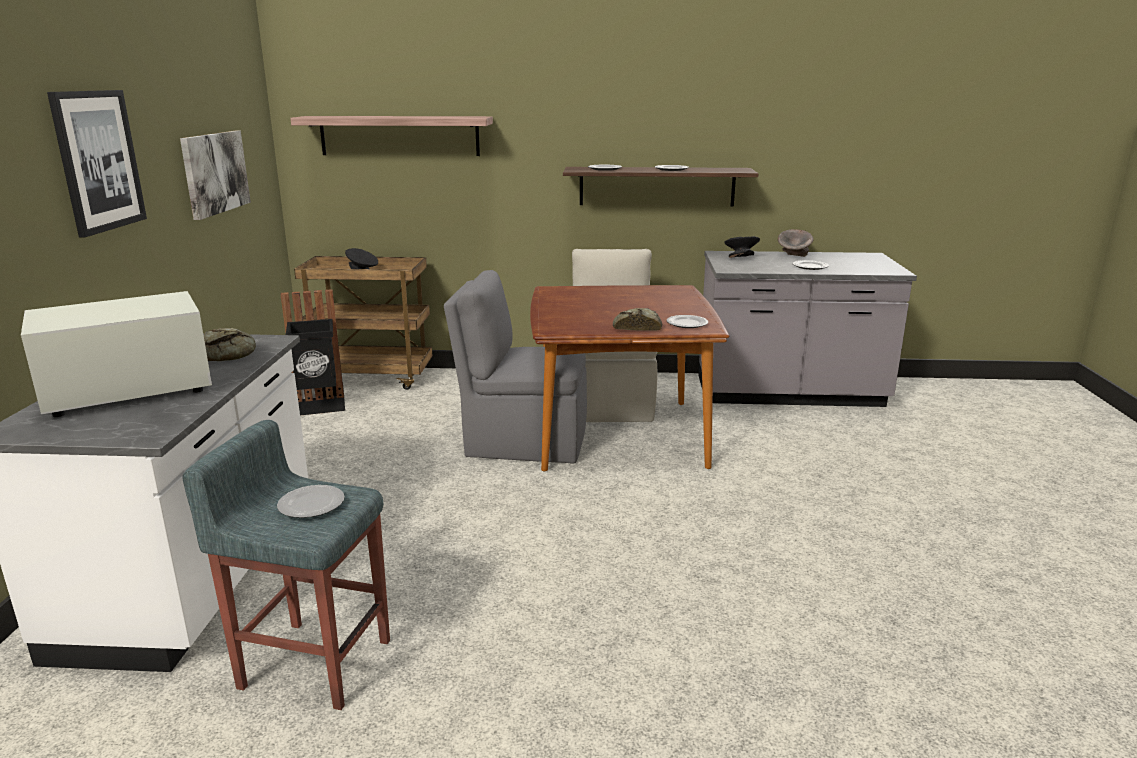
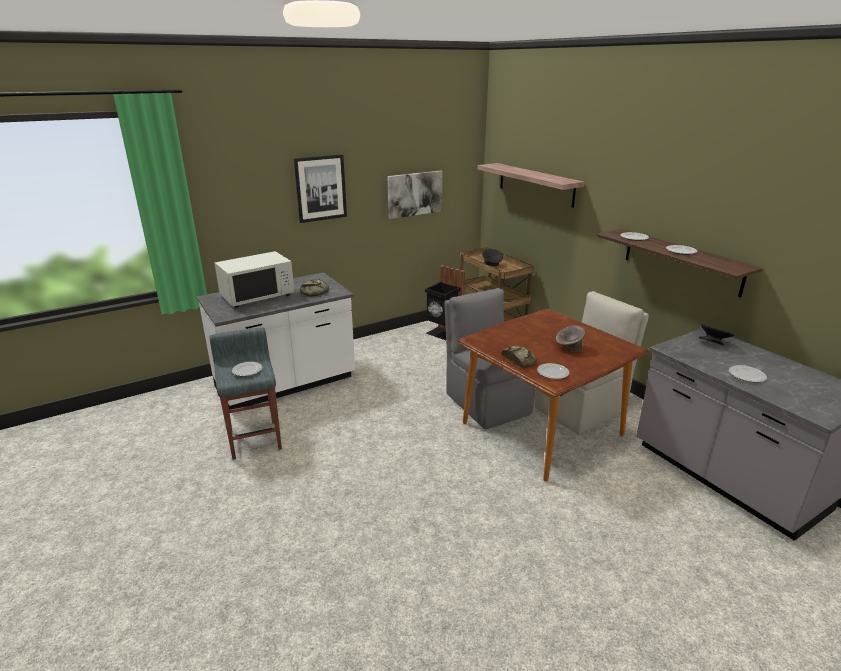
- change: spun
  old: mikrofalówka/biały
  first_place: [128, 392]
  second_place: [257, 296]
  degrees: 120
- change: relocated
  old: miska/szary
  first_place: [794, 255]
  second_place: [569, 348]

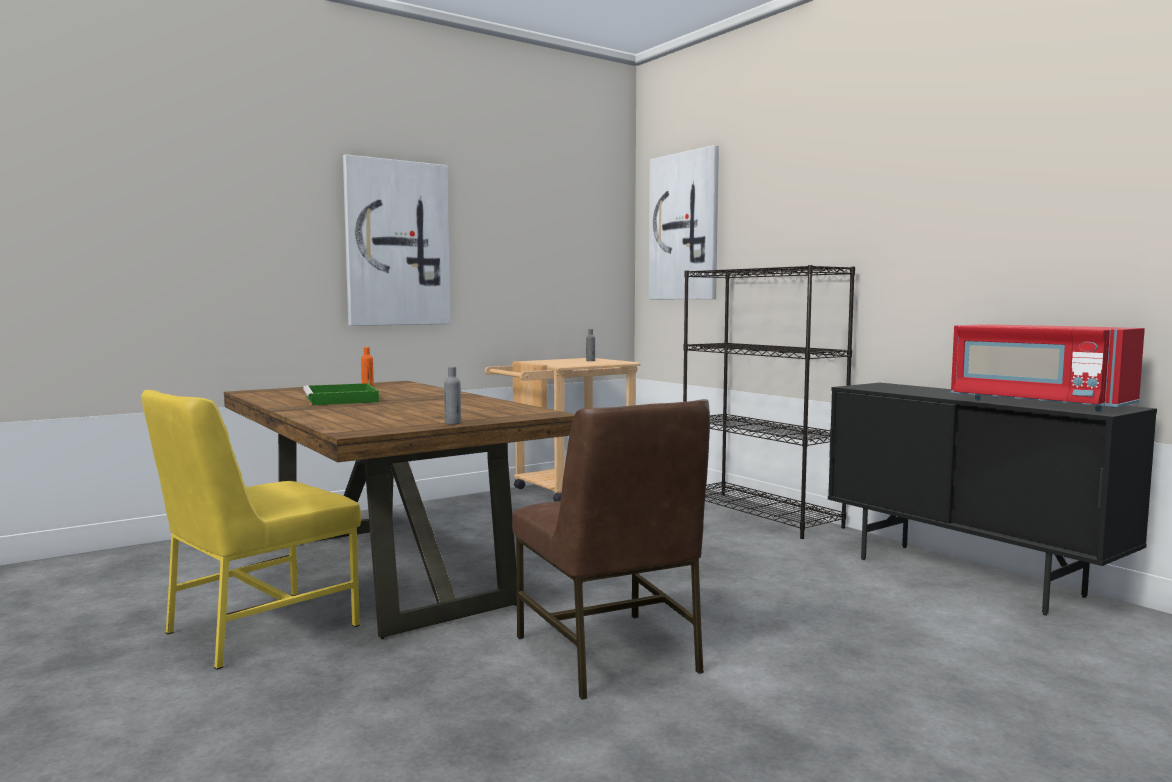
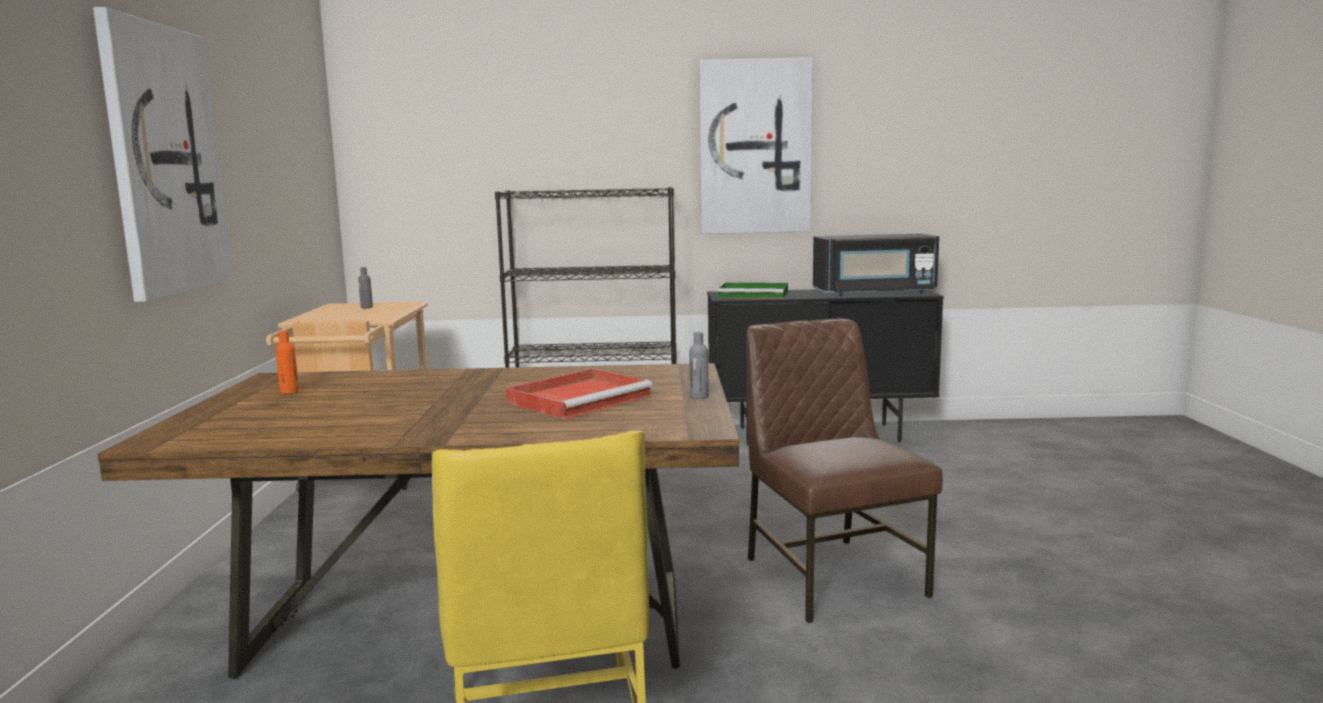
- change: appeared
  new: taca/czerwony
  second_place: [580, 398]
- change: relocated
  old: obraz
  first_place: [684, 226]
  second_place: [755, 147]
- change: relocated
  old: taca/zielony
  first_place: [342, 399]
  second_place: [755, 294]
- change: spun
  old: krzesło/brązowy
  first_place: [609, 655]
  second_place: [831, 576]
  degrees: -120
- change: colour
  old: mikrofalówka/czerwony
  new: mikrofalówka/czarny
  first_place: [1037, 403]
  second_place: [874, 293]

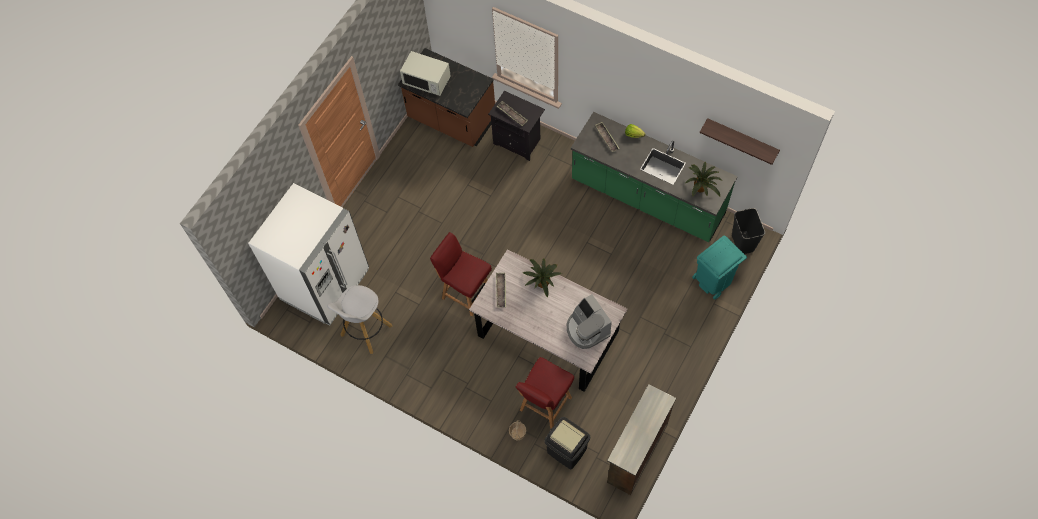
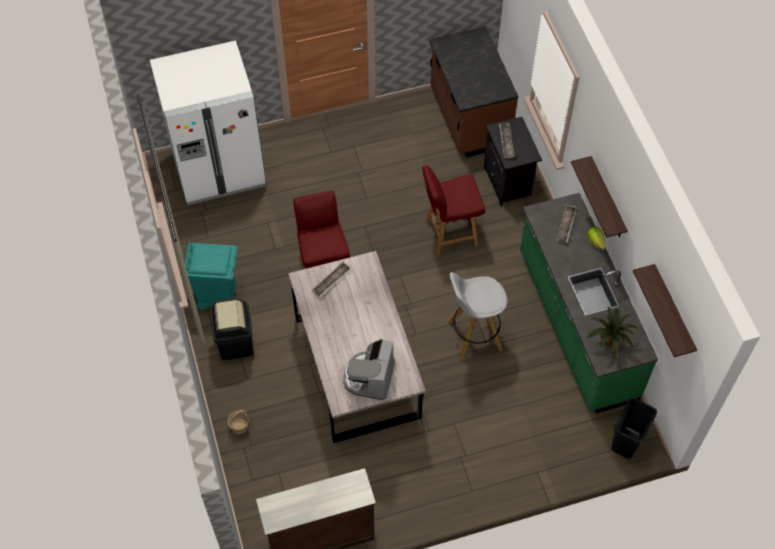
- change: relocated
  old: kosz na śmieci/turkusowy
  first_place: [713, 281]
  second_place: [217, 294]
- change: relocated
  old: kosz na śmieci/czarny
  first_place: [566, 450]
  second_place: [235, 343]
- change: relocated
  old: krzesło/czerwony
  first_place: [545, 405]
  second_place: [449, 233]
- change: relocated
  old: stołek/biały
  first_place: [365, 331]
  second_place: [473, 336]
- change: appeared
  new: półka
  second_place: [607, 199]
- change: missing
  old: mikrofalówka/biały
  first_place: [427, 81]
- change: missing
  old: roślina doniczkowa
  first_place: [541, 282]

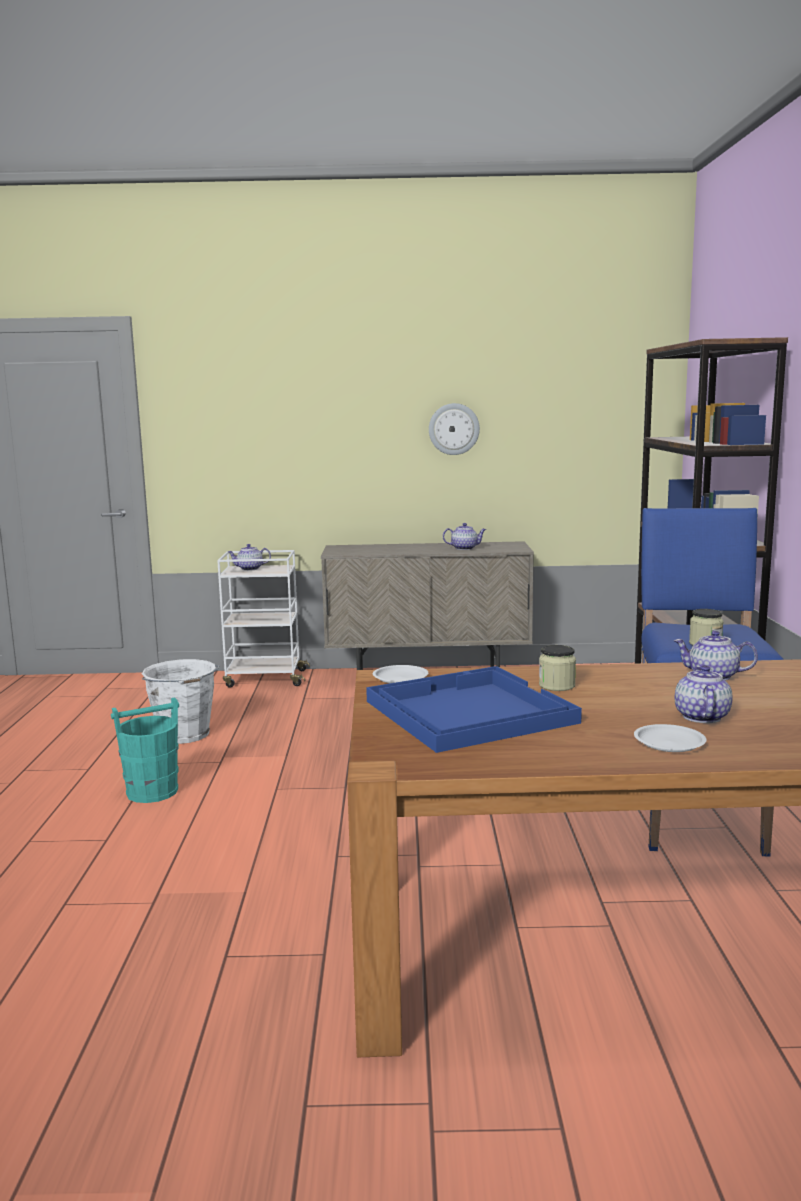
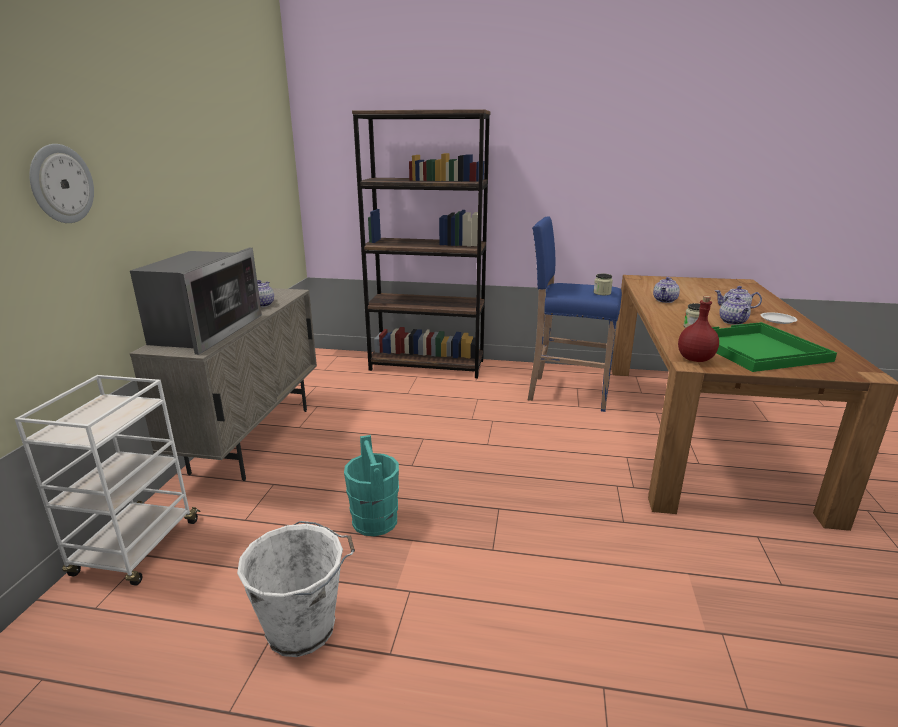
- change: relocated
  old: zegar ścienny
  first_place: [454, 429]
  second_place: [61, 184]
- change: appeared
  new: mikrofalówka
  second_place: [205, 331]
- change: relocated
  old: wiadro/turkusowy
  first_place: [153, 792]
  second_place: [375, 520]
- change: exchanged
  old: talerz/biały
  new: butelka/czerwony
  first_place: [400, 678]
  second_place: [694, 359]
- change: colour
  old: taca/niebieski
  new: taca/zielony
  first_place: [467, 711]
  second_place: [756, 349]
- change: relocated
  old: imbryk
  first_place: [249, 569]
  second_place: [733, 322]

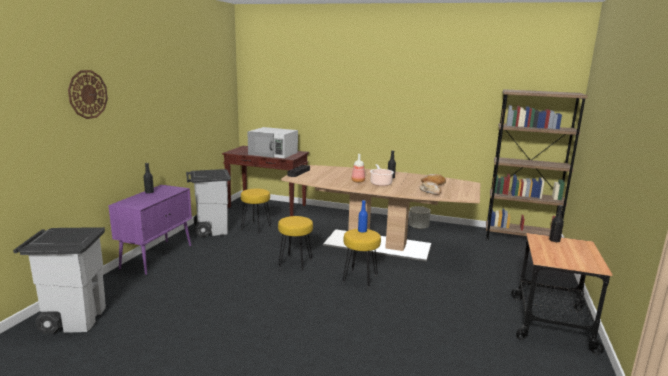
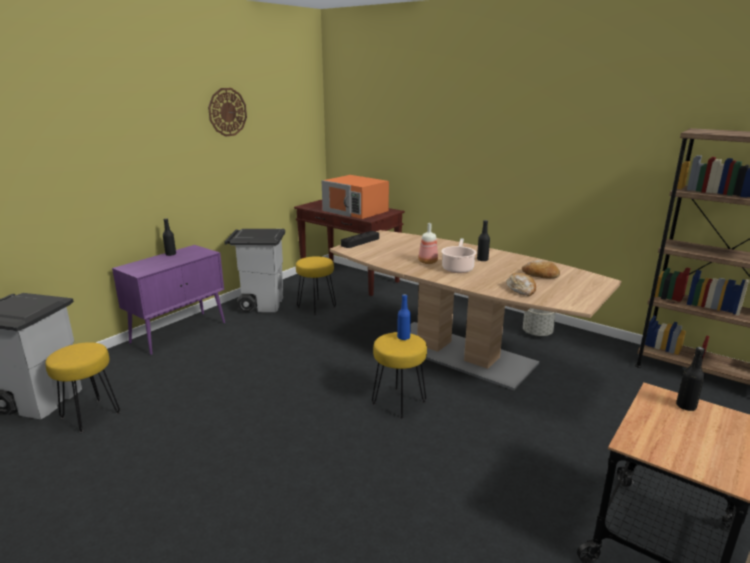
- change: relocated
  old: stołek/żółty
  first_place: [295, 263]
  second_place: [90, 415]
- change: relocated
  old: zegar ścienny
  first_place: [87, 94]
  second_place: [227, 112]
- change: colour
  old: mikrofalówka/biały
  new: mikrofalówka/pomarańczowy
  first_place: [273, 153]
  second_place: [356, 210]

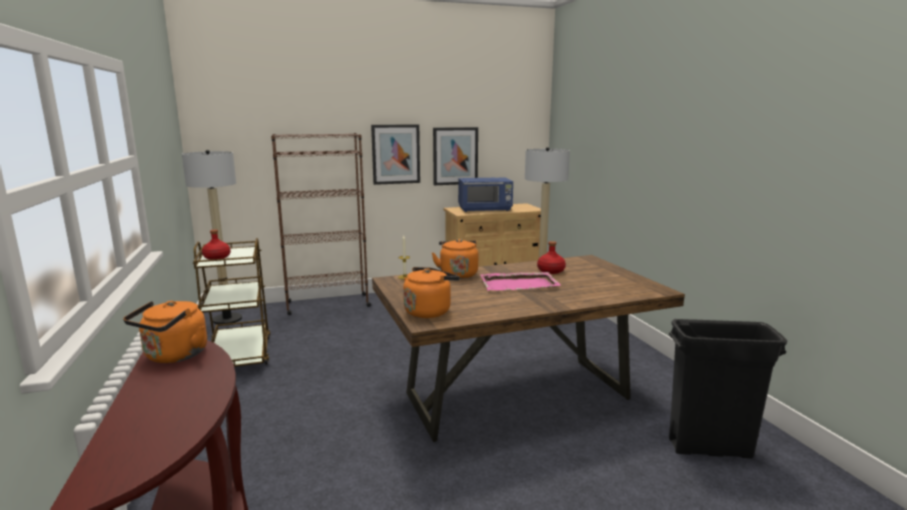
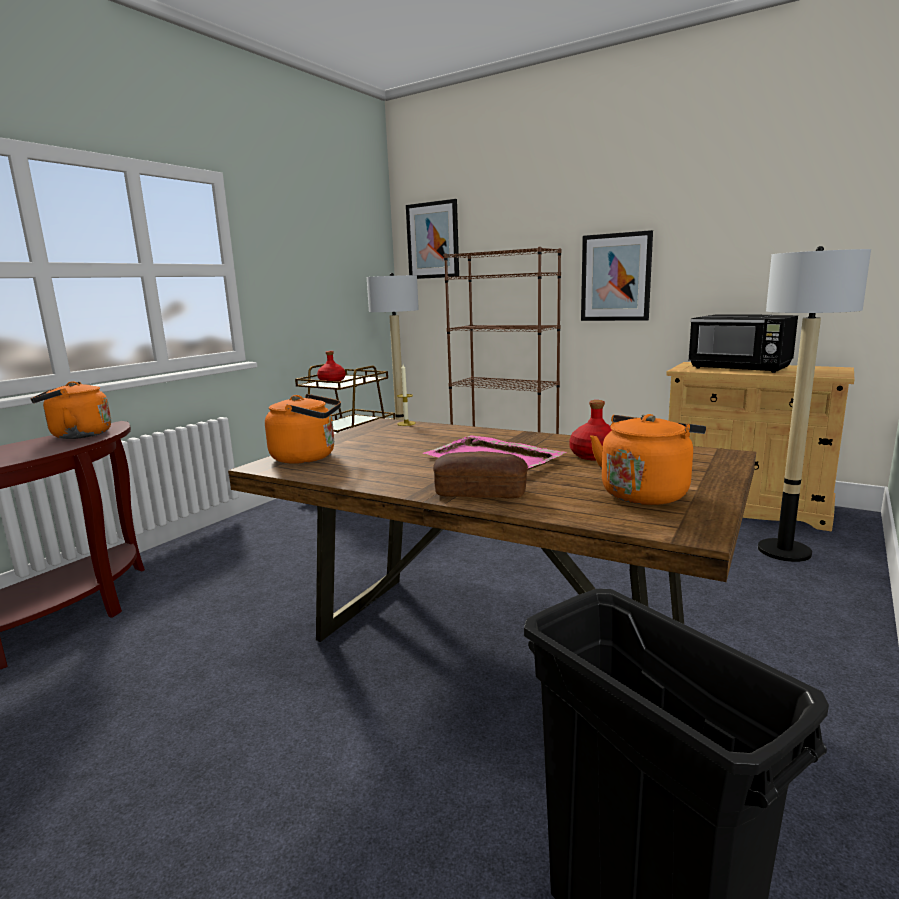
- change: relocated
  old: obraz
  first_place: [455, 156]
  second_place: [433, 240]
- change: appeared
  new: chleb
  second_place: [480, 493]
- change: relocated
  old: czajnik/pomarańczowy
  first_place: [458, 274]
  second_place: [645, 493]
- change: colour
  old: mikrofalówka/niebieski
  new: mikrofalówka/czarny
  first_place: [485, 209]
  second_place: [740, 368]

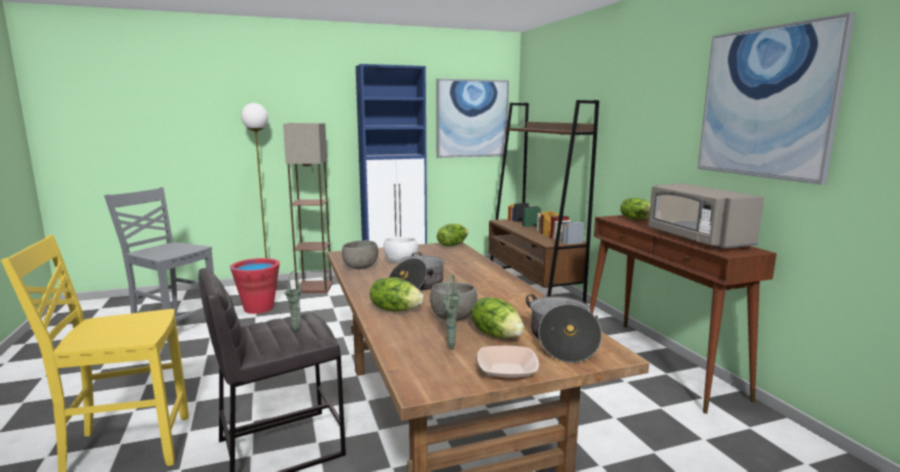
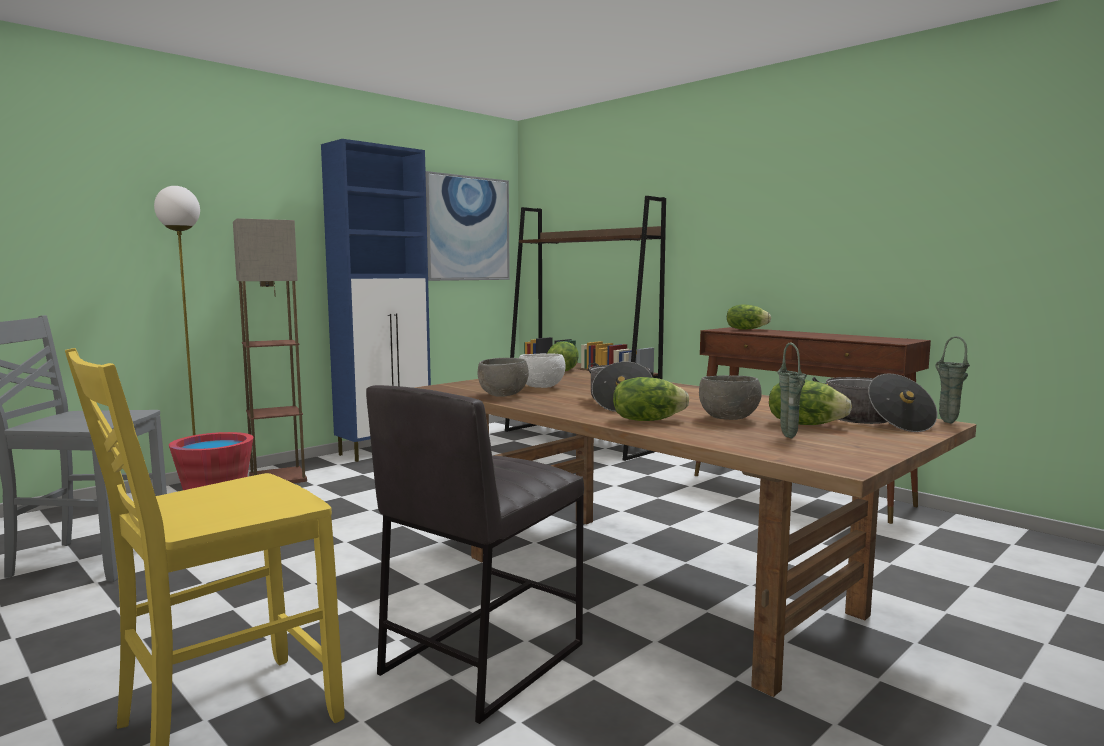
- change: relocated
  old: wazon/zielony
  first_place: [297, 329]
  second_place: [945, 422]
- change: missing
  old: miska
  first_place: [507, 372]
- change: missing
  old: mikrofalówka/szary
  first_place: [696, 239]
- change: missing
  old: obraz
  first_place: [766, 103]

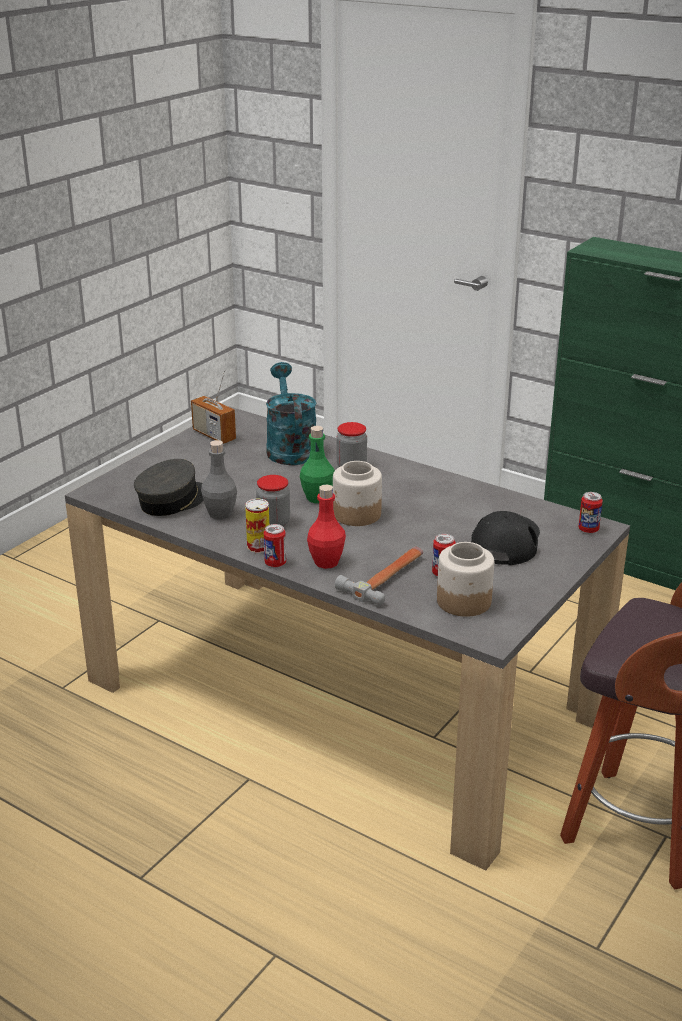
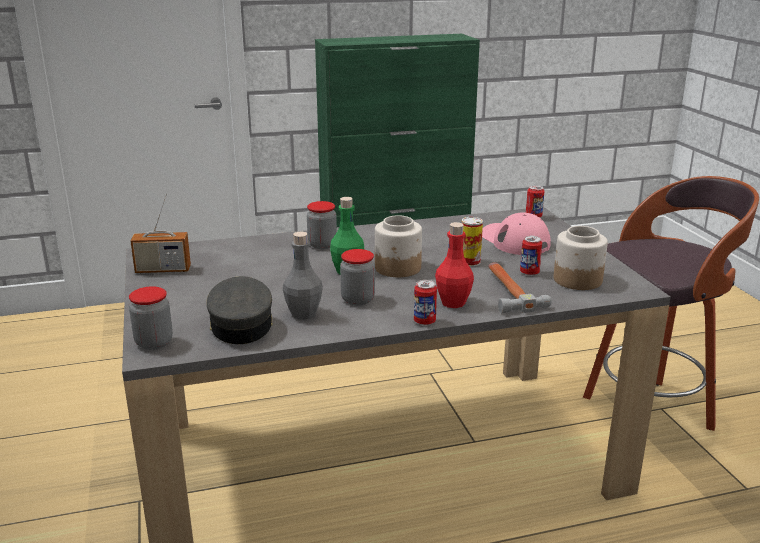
- change: appeared
  new: słoik
  second_place: [154, 342]
- change: relocated
  old: puszka
  first_place: [258, 547]
  second_place: [470, 262]
- change: colour
  old: czapka z daszkiem/czarny
  new: czapka z daszkiem/różowy
  first_place: [506, 542]
  second_place: [514, 241]
- change: missing
  old: konewka/turkusowy
  first_place: [289, 448]

